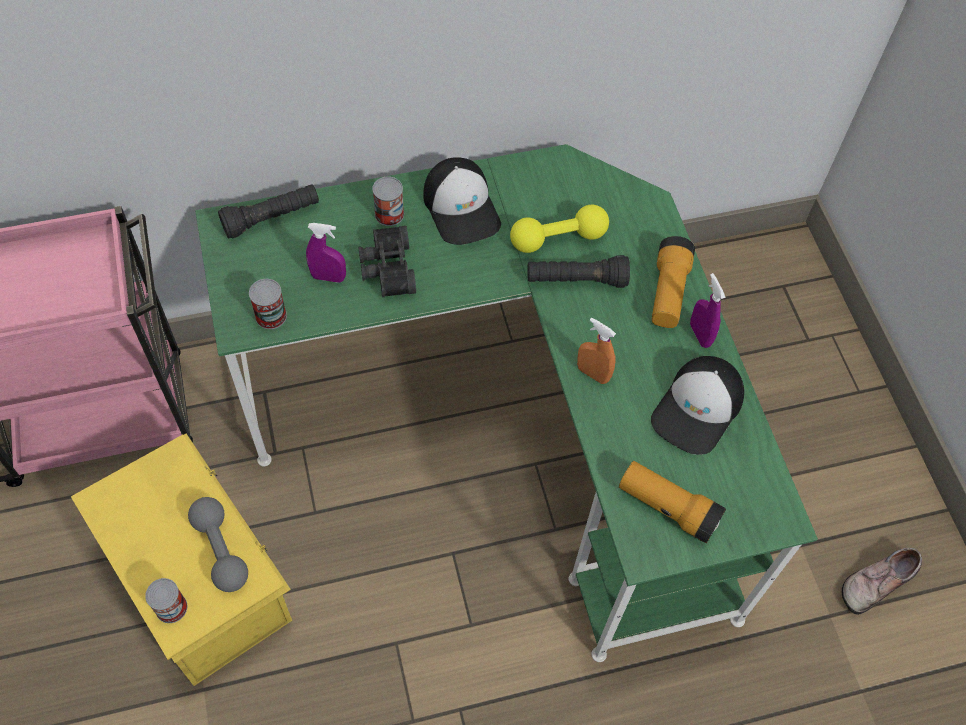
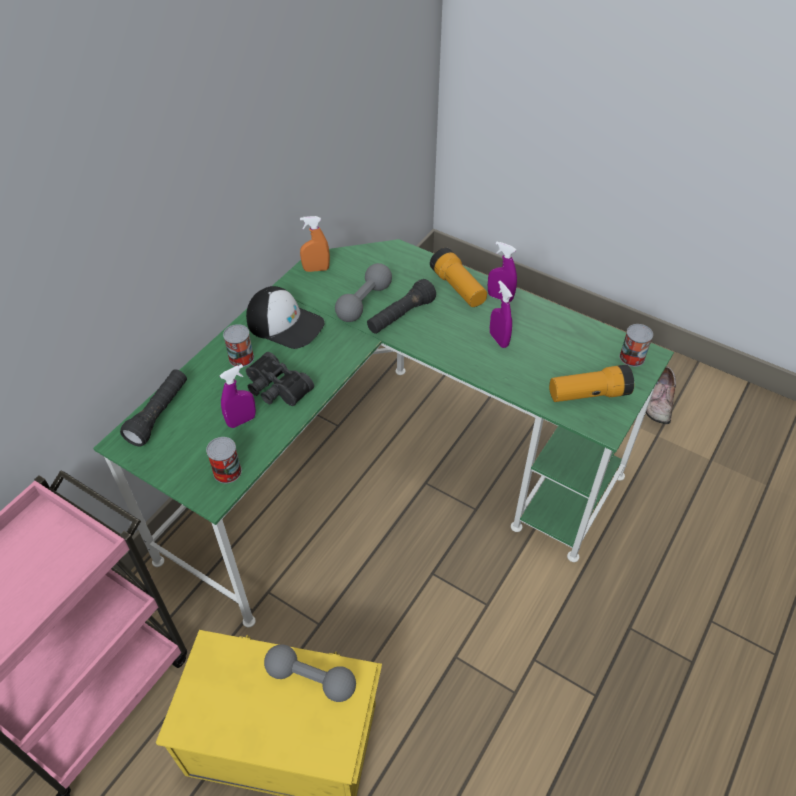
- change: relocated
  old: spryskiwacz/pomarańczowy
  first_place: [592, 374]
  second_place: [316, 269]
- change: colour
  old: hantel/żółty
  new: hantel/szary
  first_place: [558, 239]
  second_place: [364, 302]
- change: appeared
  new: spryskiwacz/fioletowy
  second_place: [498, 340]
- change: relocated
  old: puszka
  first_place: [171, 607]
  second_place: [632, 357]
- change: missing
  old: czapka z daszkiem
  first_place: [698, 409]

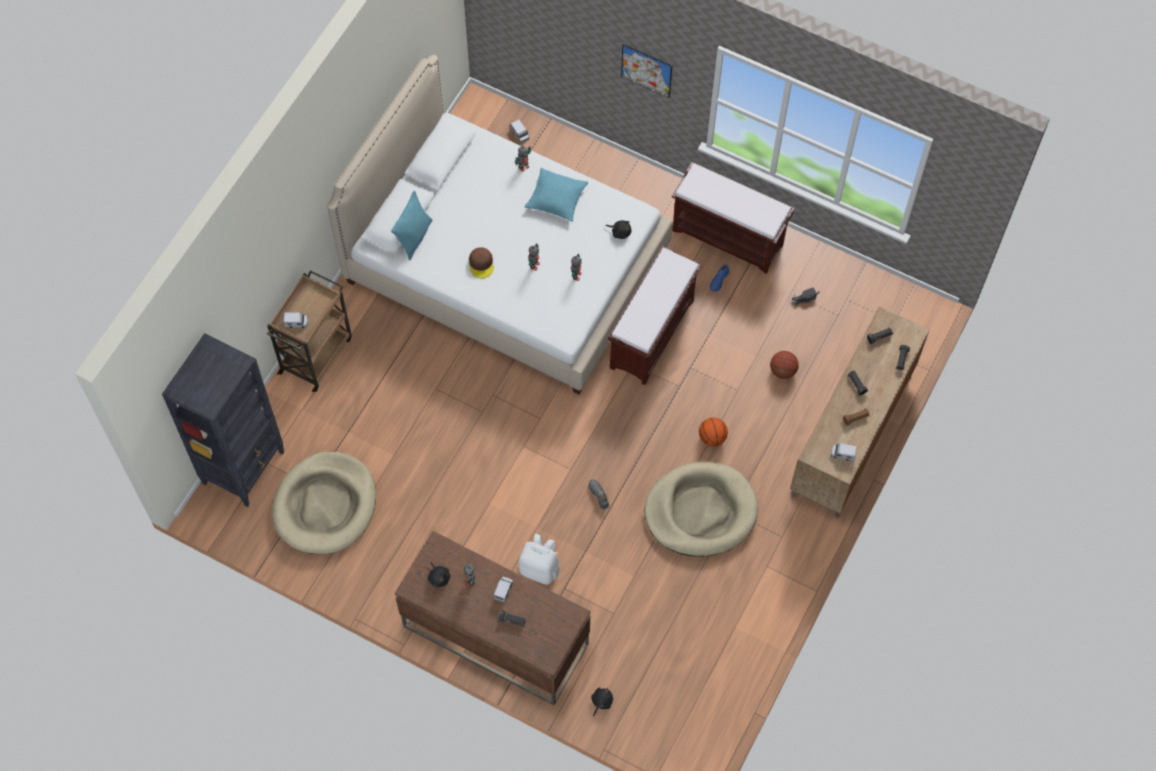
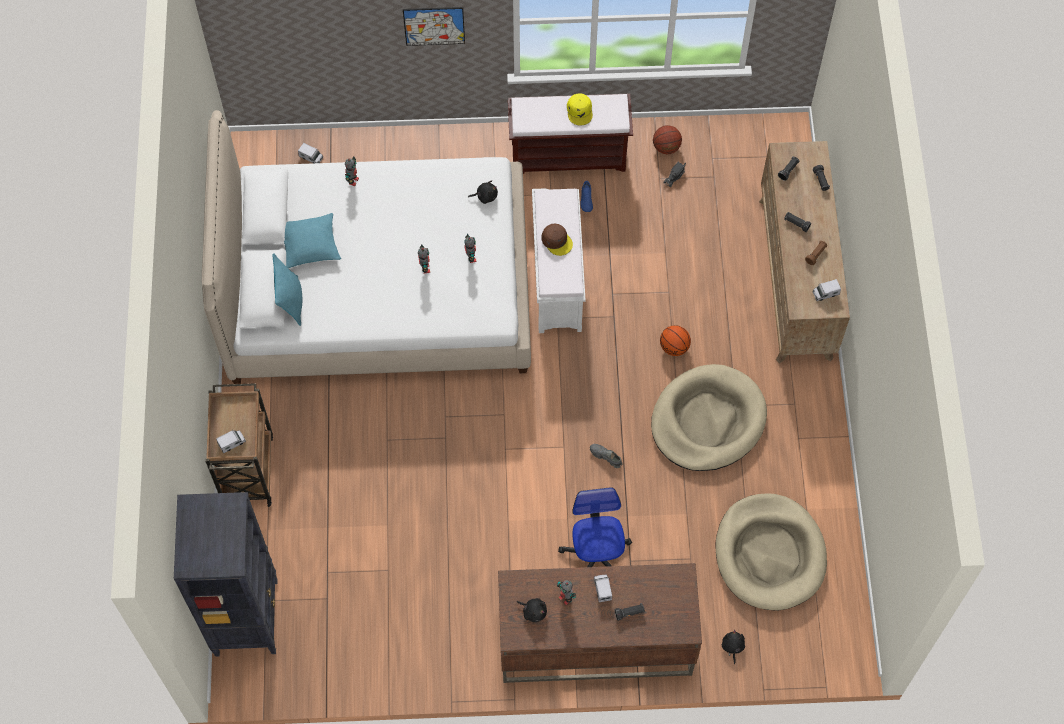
- change: relocated
  old: poduszka/turkusowy
  first_place: [556, 198]
  second_place: [310, 245]
- change: colour
  old: ławka/brązowy
  new: ławka/biały
  first_place: [652, 333]
  second_place: [556, 280]
- change: relocated
  old: czapka z daszkiem/brązowy
  first_place: [481, 264]
  second_place: [557, 241]
- change: exchanged
  old: plecak/biały
  new: krzesło biurowe
  first_place: [540, 568]
  second_place: [596, 555]
- change: appeared
  new: czapka z daszkiem/żółty
  second_place: [580, 111]
- change: relocated
  old: piłka do koszykówki
  first_place: [782, 371]
  second_place: [666, 147]
- change: relocated
  old: legowisko/beżowy
  first_place: [325, 505]
  second_place: [769, 554]

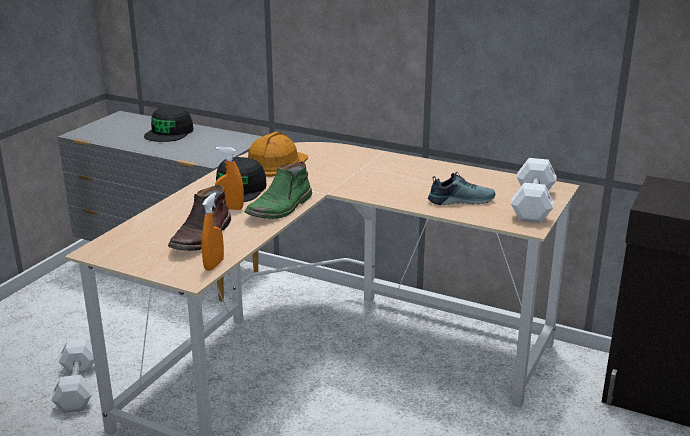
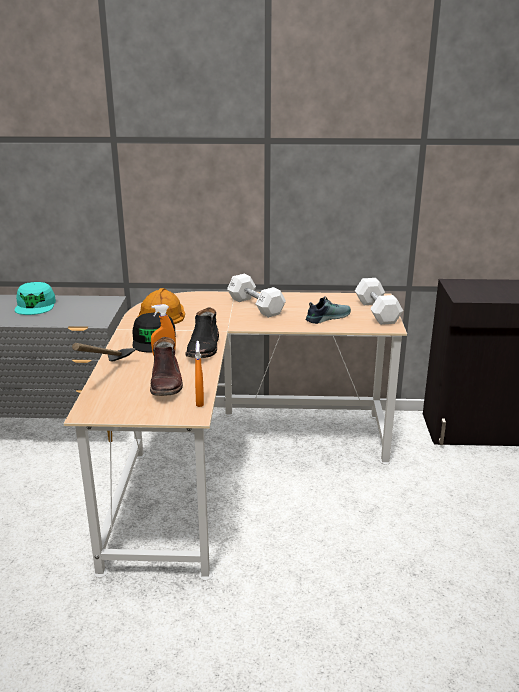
- change: colour
  old: czapka z daszkiem/czarny
  new: czapka z daszkiem/turkusowy
  first_place: [169, 132]
  second_place: [35, 305]
- change: appeared
  new: młotek
  second_place: [107, 376]
- change: colour
  old: but z cholewką/zielony
  new: but z cholewką/czarny
  first_place: [281, 208]
  second_place: [204, 348]
- change: relocated
  old: hantel/biały
  first_place: [77, 387]
  second_place: [255, 306]

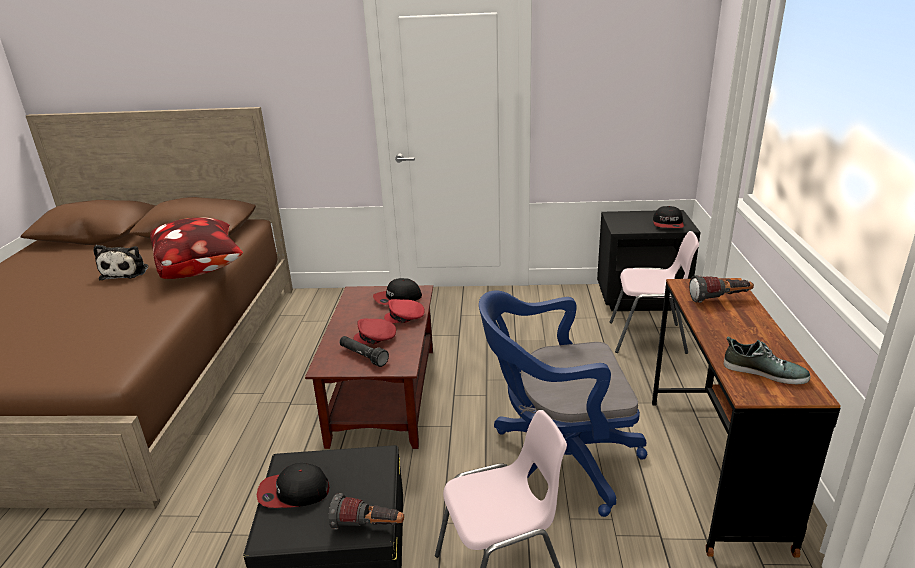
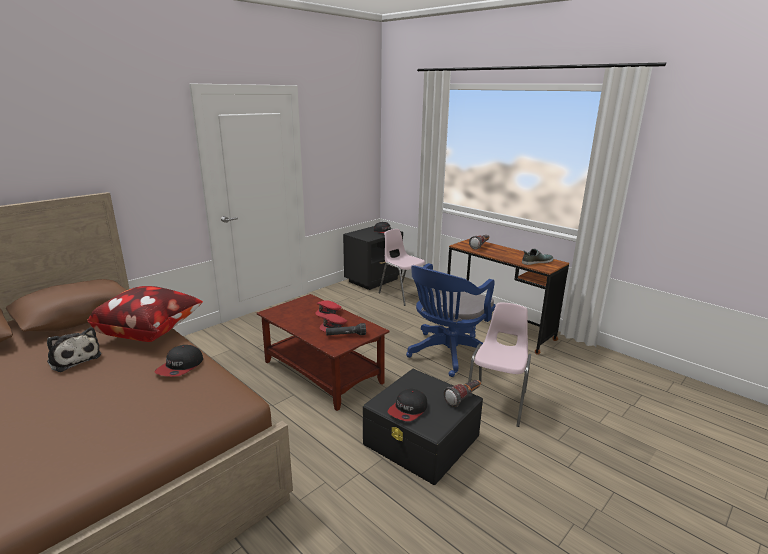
- change: relocated
  old: czapka z daszkiem
  first_place: [397, 298]
  second_place: [180, 367]
- change: spun
  old: krzesło/różowy
  first_place: [648, 338]
  second_place: [403, 294]
  degrees: -90

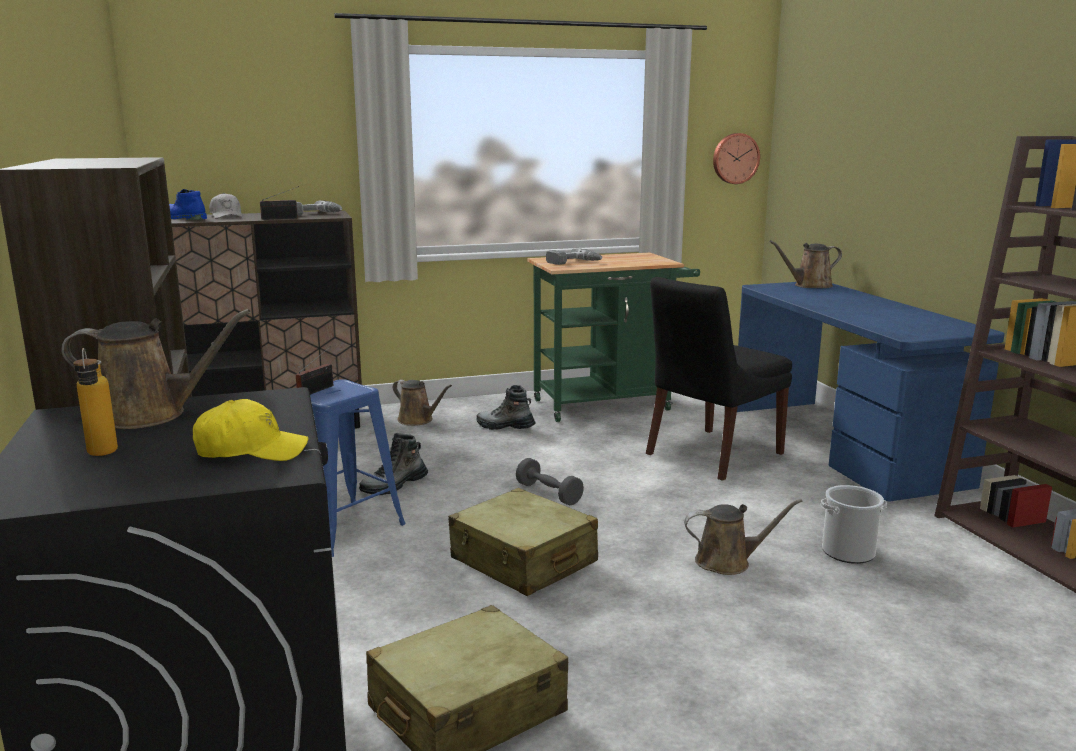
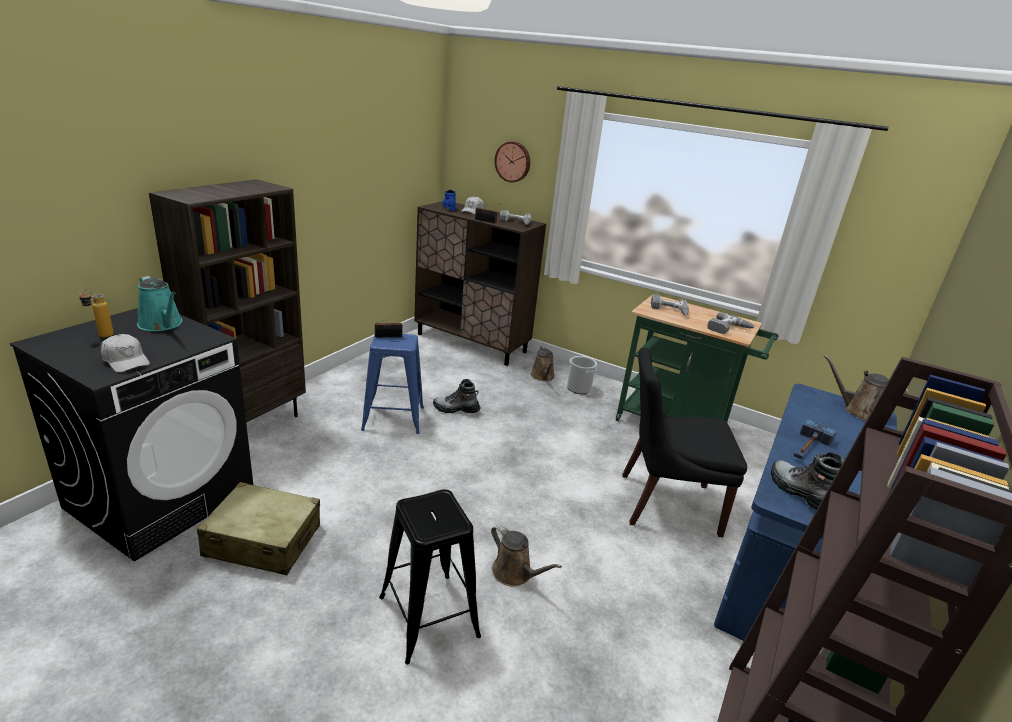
- change: colour
  old: czapka z daszkiem/żółty
  new: czapka z daszkiem/biały
  first_place: [251, 450]
  second_place: [126, 360]
- change: colour
  old: konewka/brązowy
  new: konewka/turkusowy
  first_place: [150, 415]
  second_place: [162, 324]
- change: appeared
  new: stołek/czarny
  second_place: [428, 616]
- change: relocated
  old: zegar ścienny
  first_place: [735, 158]
  second_place: [513, 161]
- change: relocated
  old: wiadro
  first_place: [848, 552]
  second_place: [579, 388]
- change: appeared
  new: wiertarka
  second_place: [729, 329]
- change: relocated
  old: but z cholewką
  first_place: [505, 427]
  second_place: [800, 494]
- change: appeared
  new: młotek
  second_place: [807, 447]
- change: missing
  old: walizka/beżowy
  first_place: [523, 561]
- change: missing
  old: hantel/szary
  first_place: [549, 494]

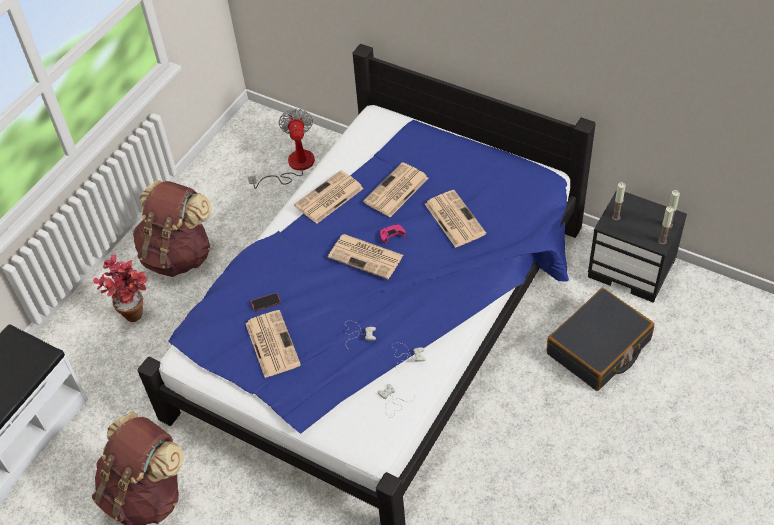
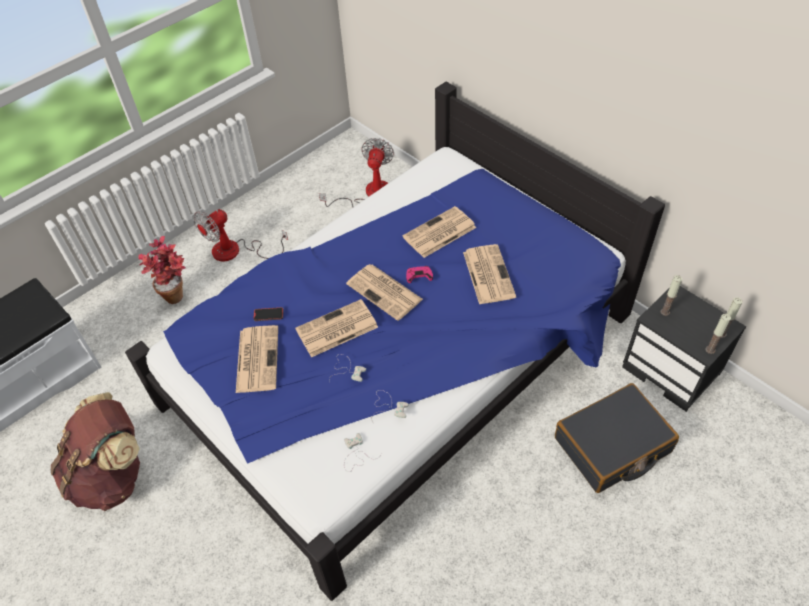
- change: exchanged
  old: plecak/brązowy
  new: wentylator
  first_place: [178, 254]
  second_place: [236, 251]
- change: relocated
  old: gazeta
  first_place: [328, 198]
  second_place: [336, 329]

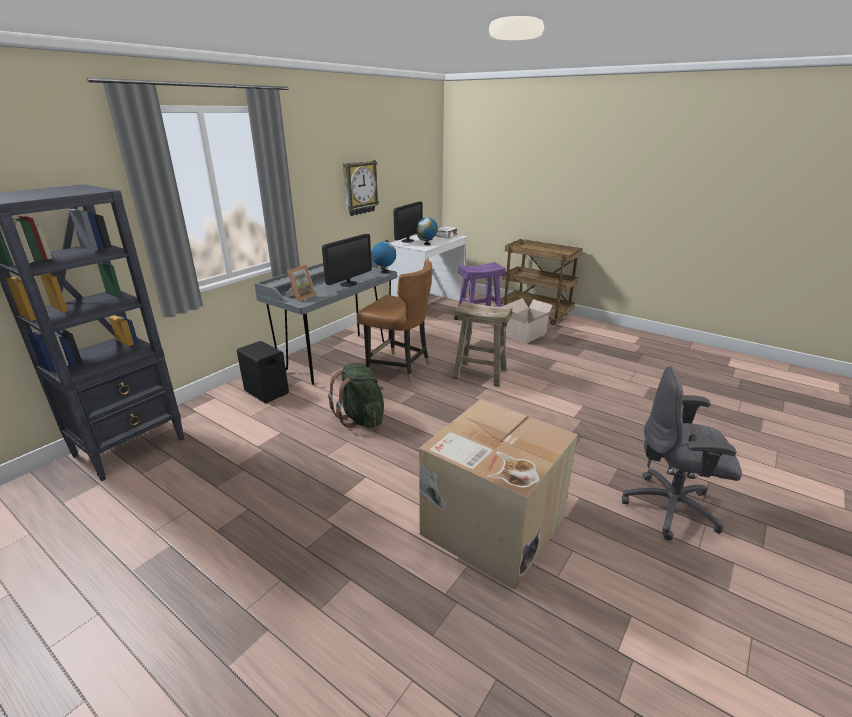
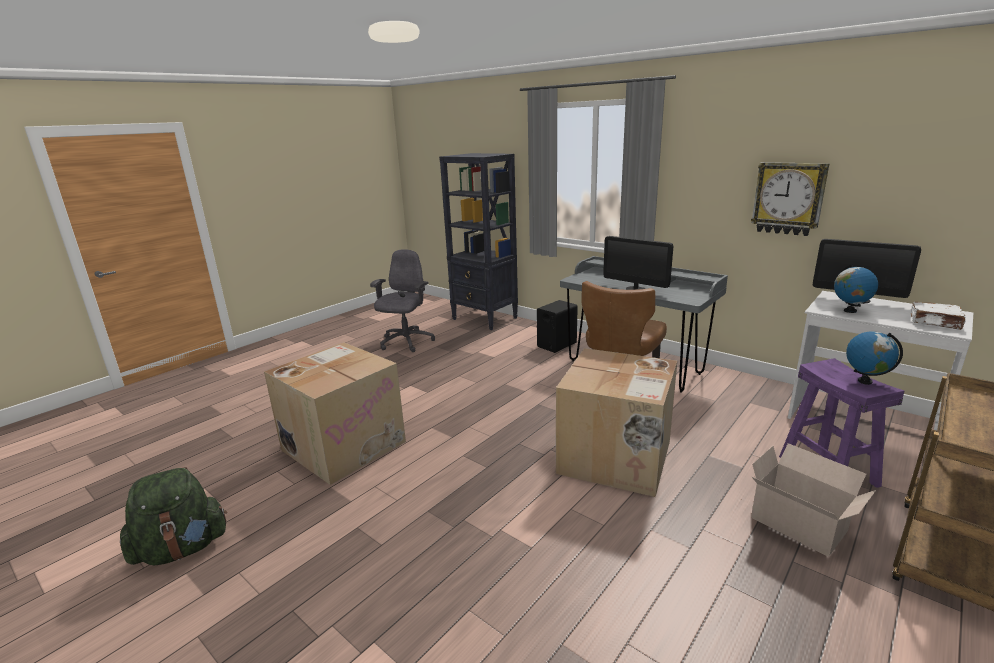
- change: relocated
  old: plecak/zielony
  first_place: [361, 418]
  second_place: [182, 548]
- change: relocated
  old: krzesło biurowe/szary
  first_place: [671, 508]
  second_place: [406, 342]
- change: exchanged
  old: stołek/beżowy
  new: karton
  first_place: [480, 374]
  second_place: [616, 458]
- change: relocated
  old: globus
  first_place: [384, 272]
  second_place: [865, 381]
- change: missing
  old: ramka na zdjęcie
  first_place: [301, 297]

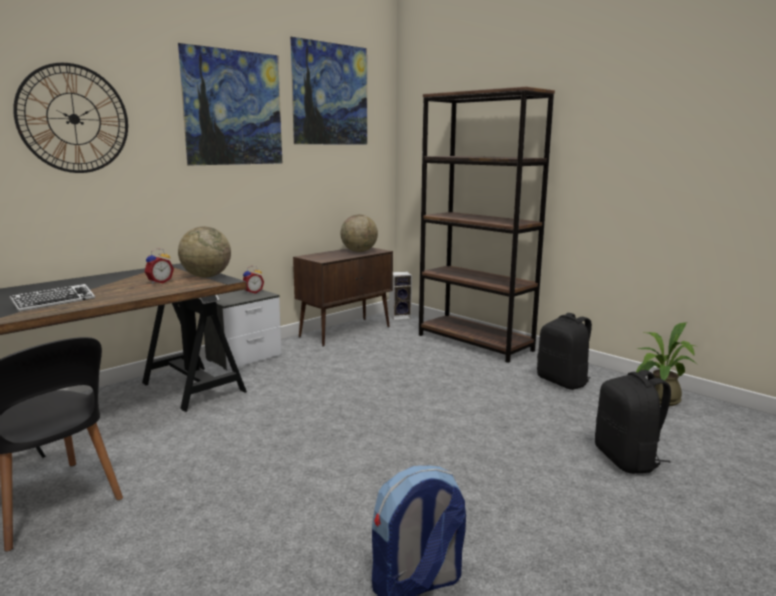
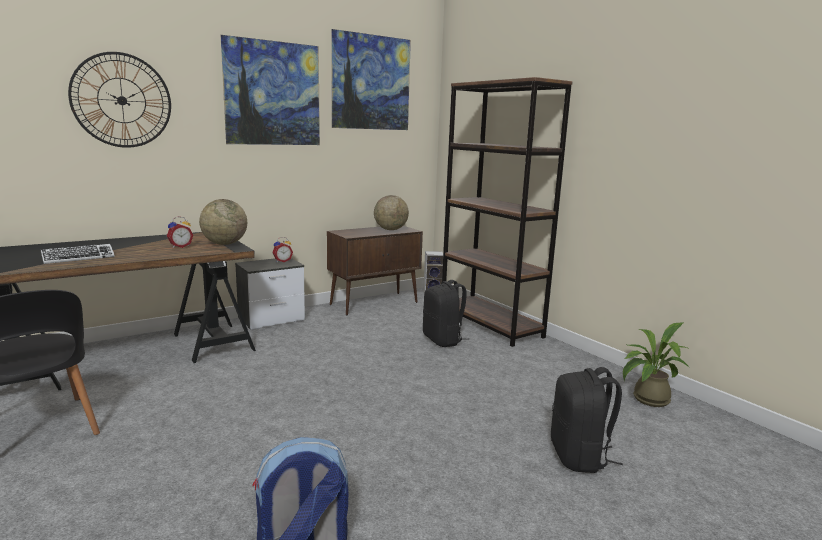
- change: relocated
  old: plecak/czarny
  first_place: [563, 382]
  second_place: [443, 340]

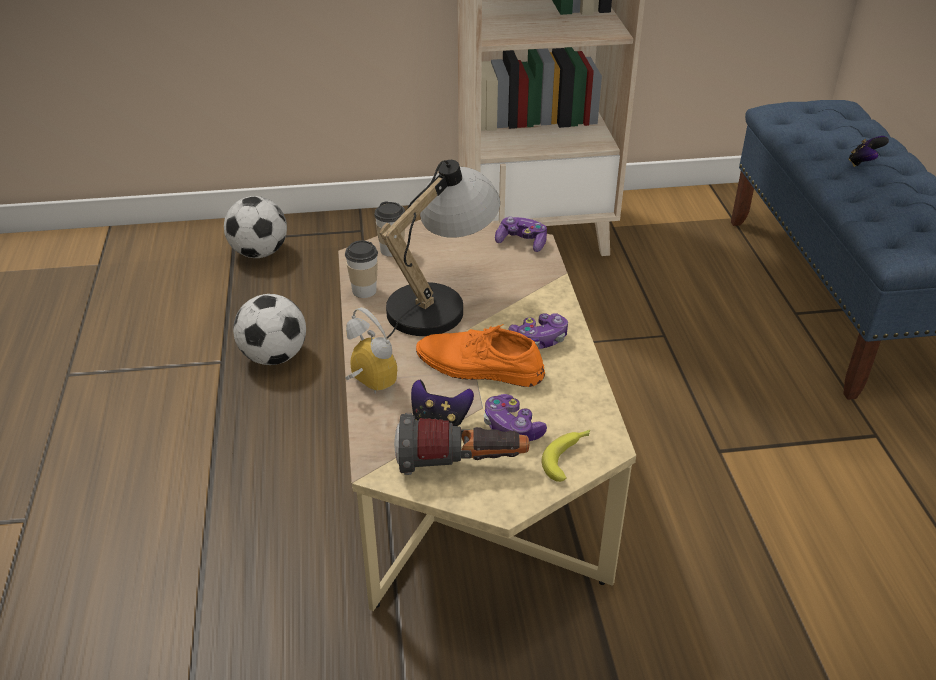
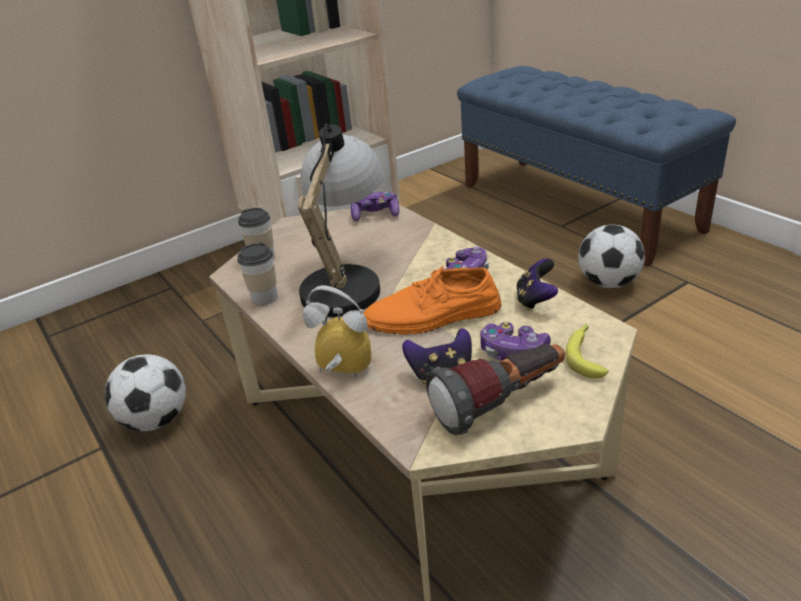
- change: relocated
  old: pad do gier
  first_place: [863, 163]
  second_place: [535, 300]
- change: relocated
  old: piłka futbolowa
  first_place: [259, 253]
  second_place: [608, 283]

